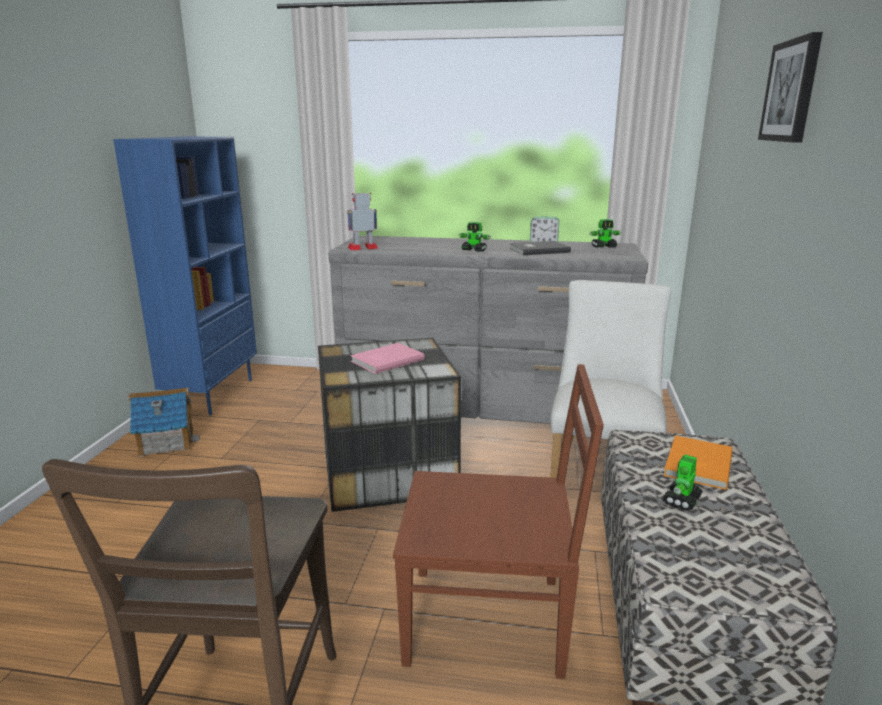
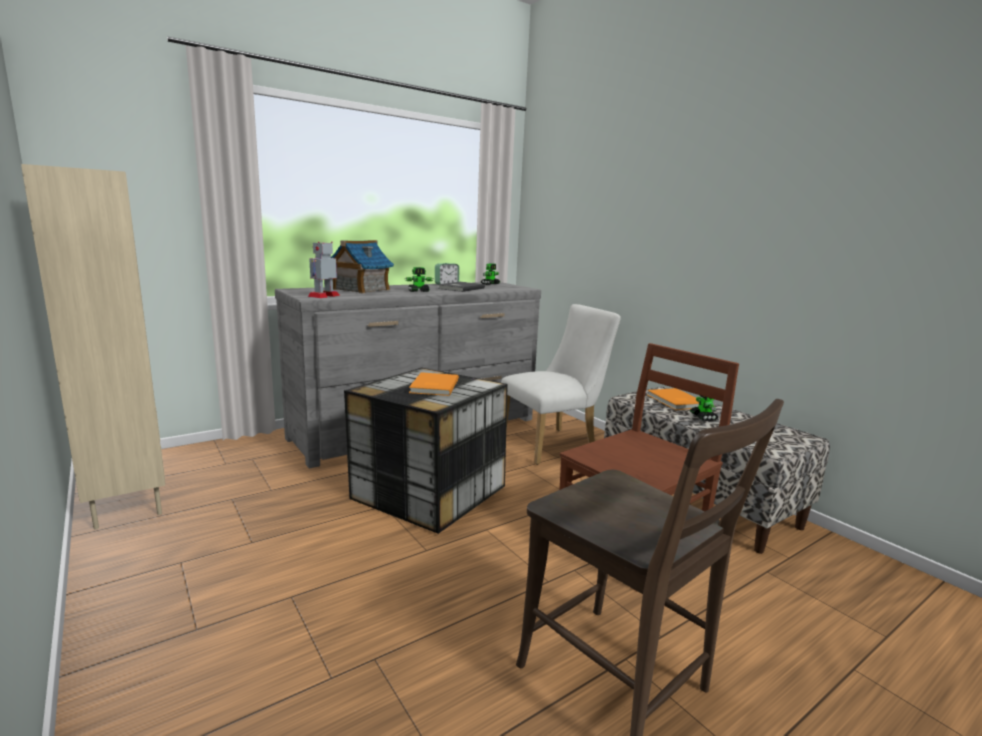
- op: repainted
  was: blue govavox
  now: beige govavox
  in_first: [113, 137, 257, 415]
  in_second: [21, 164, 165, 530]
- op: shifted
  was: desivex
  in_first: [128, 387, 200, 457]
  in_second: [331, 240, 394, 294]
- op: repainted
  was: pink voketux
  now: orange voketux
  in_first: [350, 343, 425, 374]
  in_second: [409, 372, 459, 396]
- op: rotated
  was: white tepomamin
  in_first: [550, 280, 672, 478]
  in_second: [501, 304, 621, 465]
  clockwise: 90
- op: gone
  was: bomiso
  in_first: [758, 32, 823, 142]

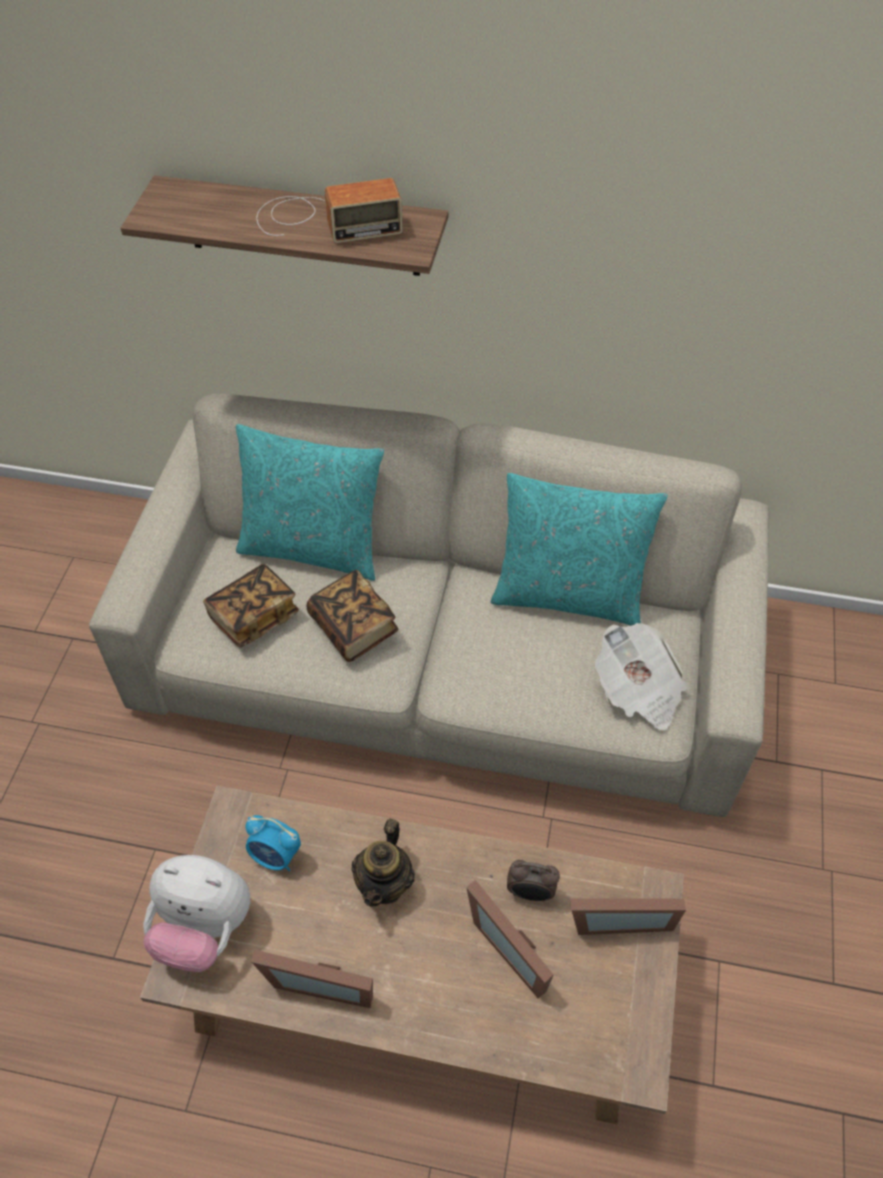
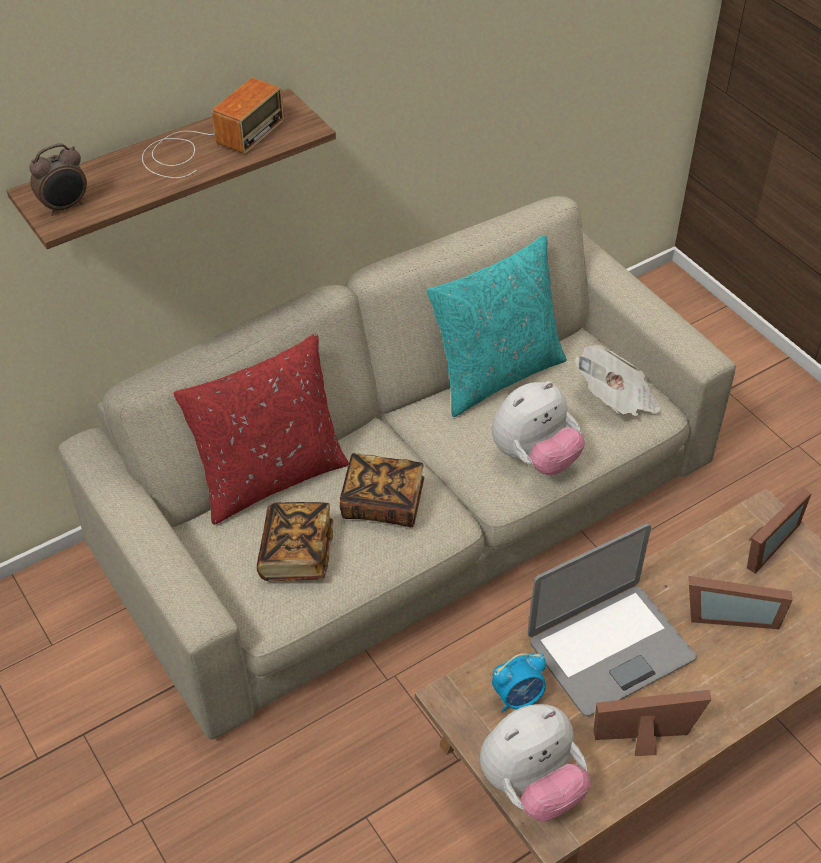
- op: repainted
  was: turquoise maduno
  now: red maduno
  in_first: [236, 424, 384, 581]
  in_second: [174, 333, 349, 525]
- op: rotated
  was: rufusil
  in_first: [251, 950, 373, 1008]
  in_second: [594, 689, 712, 756]
  clockwise: -150
- op: swapped
  was: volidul
  now: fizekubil
  in_first: [352, 819, 415, 907]
  in_second: [528, 524, 697, 716]
- op: shifted
  was: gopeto
  in_first: [507, 860, 560, 902]
  in_second: [29, 143, 87, 216]
- op: new
  now: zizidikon
  in_second: [492, 381, 585, 475]

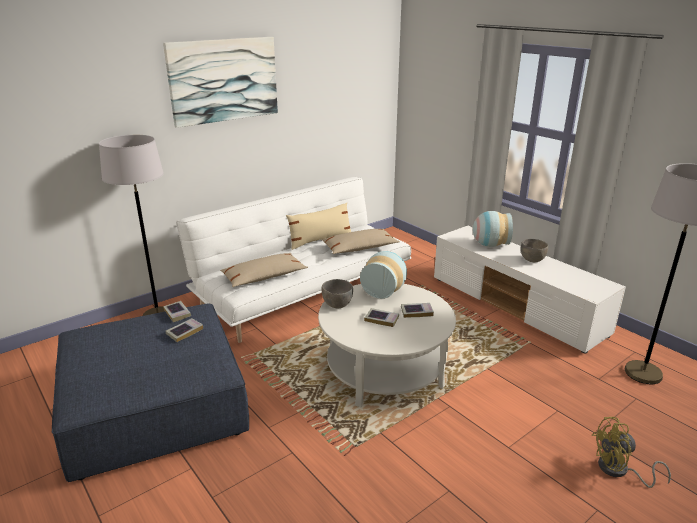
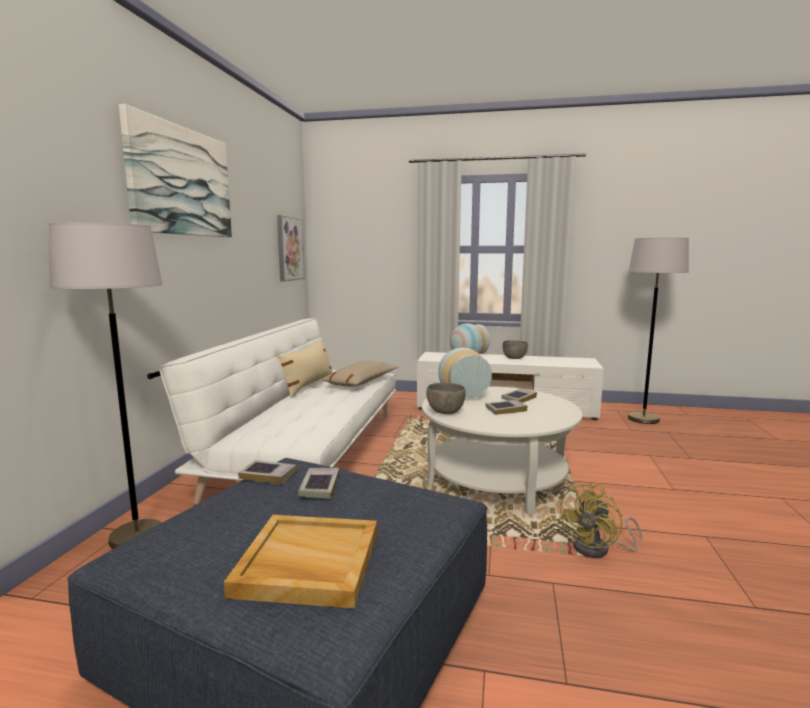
- op: gone
  was: beige maduno
  in_first: [220, 253, 308, 287]
- op: shifted
  was: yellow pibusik
  in_first: [592, 417, 671, 488]
  in_second: [558, 484, 642, 558]
- op: new
  now: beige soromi
  in_second: [224, 515, 377, 609]
- op: new
  now: bomiso
  in_second: [277, 215, 305, 281]

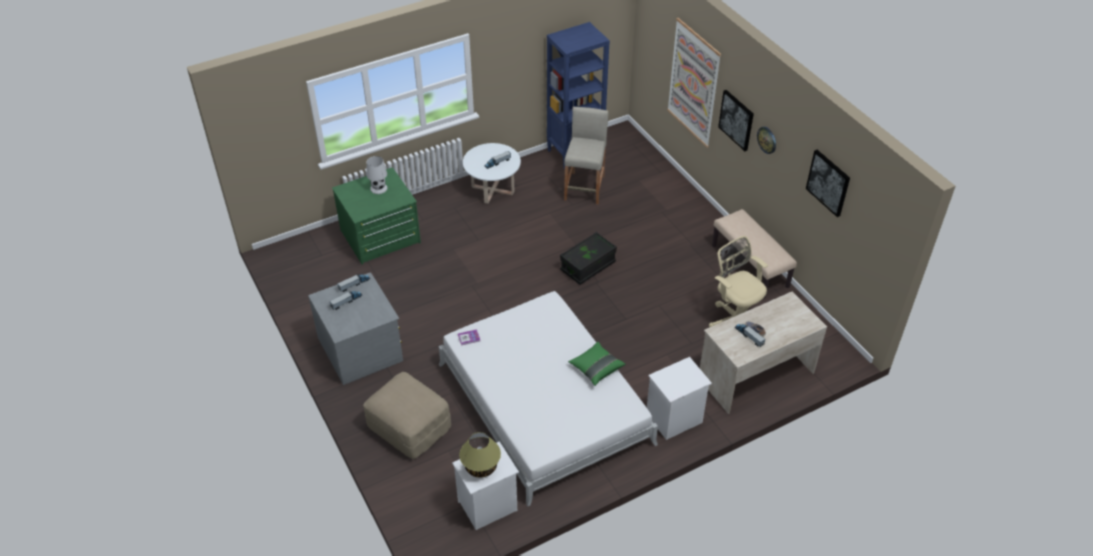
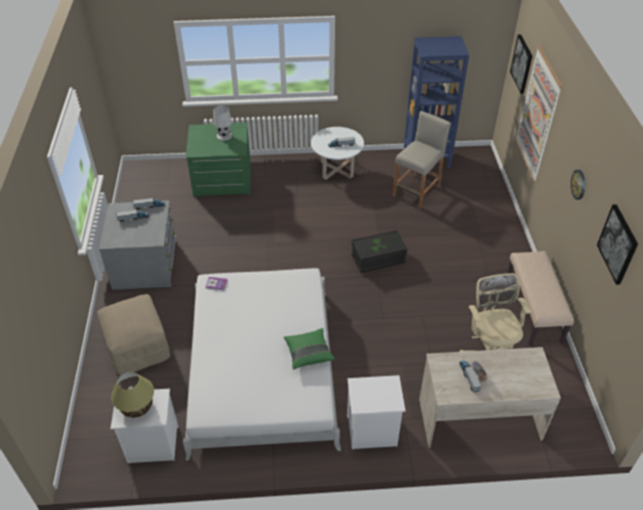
- op: shifted
  was: bomiso
  in_first: [718, 90, 754, 151]
  in_second: [510, 34, 532, 94]

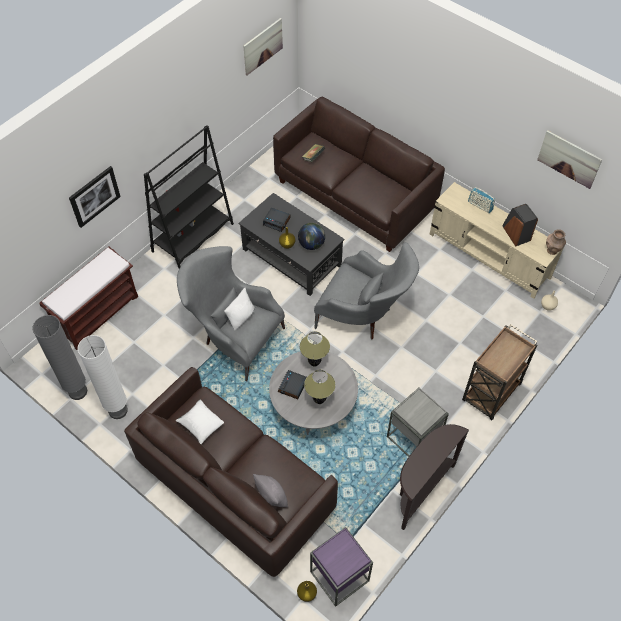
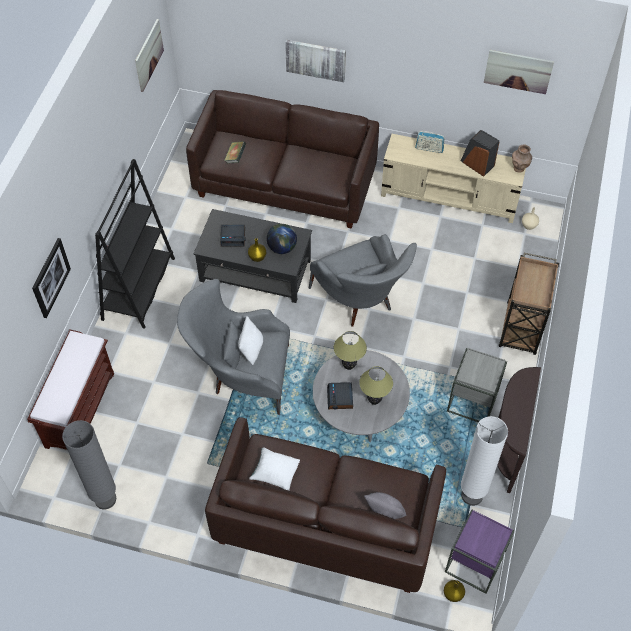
- op: shifted
  was: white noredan
  in_first: [78, 335, 128, 419]
  in_second: [461, 416, 508, 506]
- op: rotated
  was: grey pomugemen
  in_first: [314, 242, 419, 340]
  in_second: [309, 234, 417, 327]
  clockwise: 60
- op: new
  now: bomiso
  in_second: [285, 40, 346, 82]

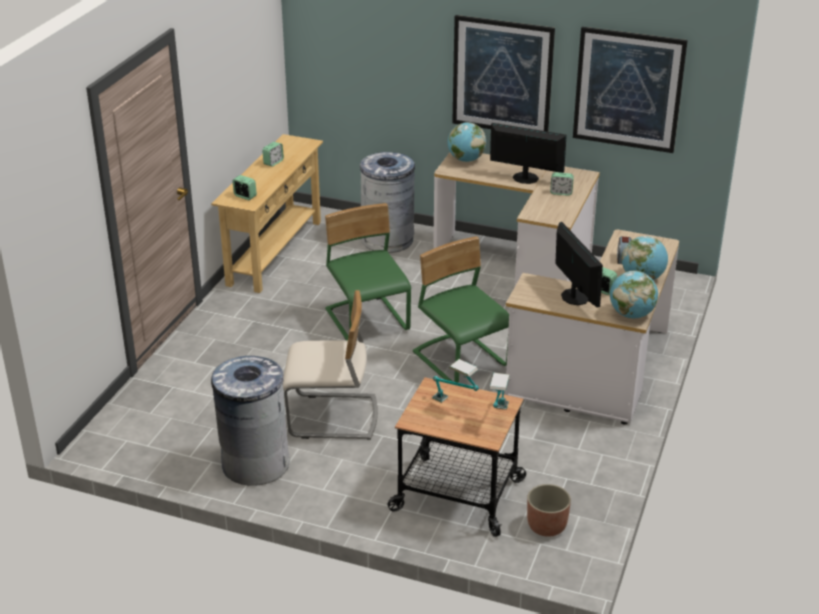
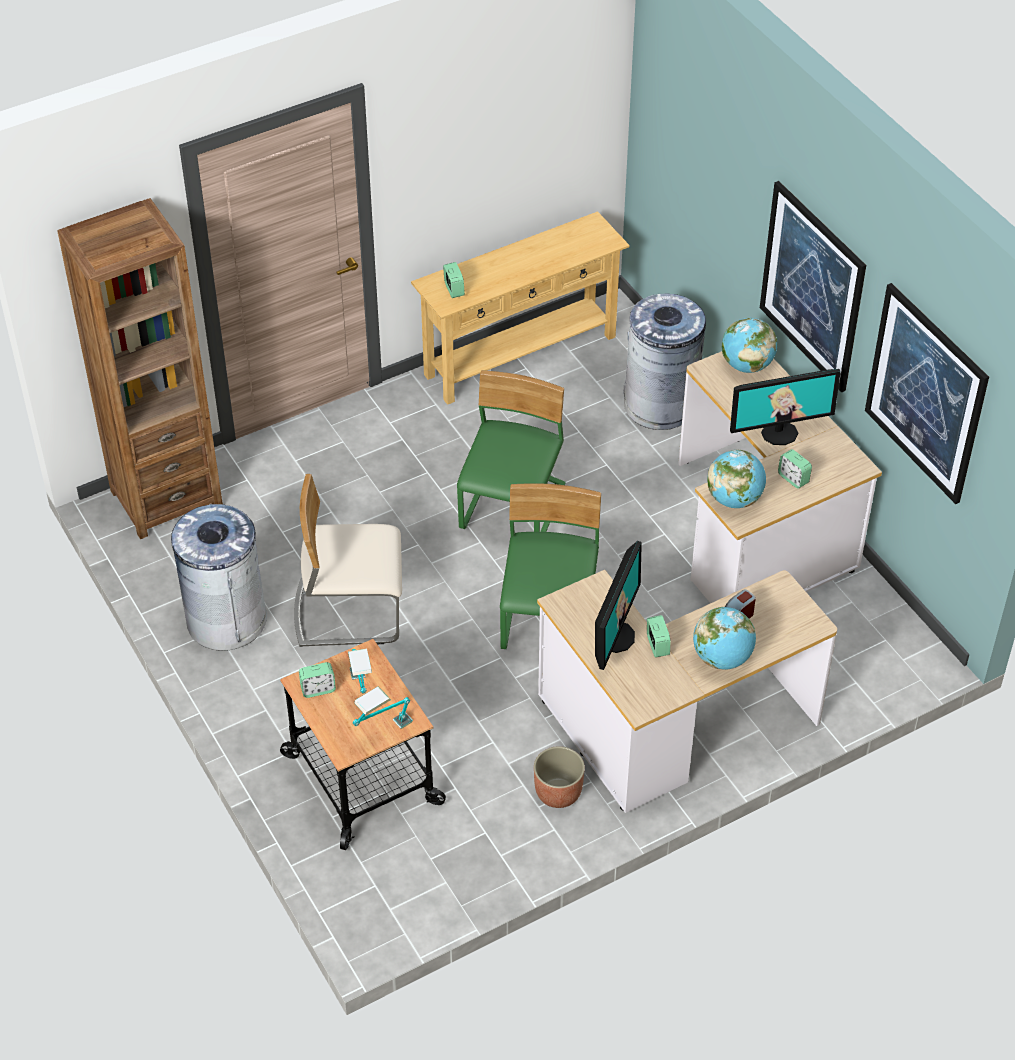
- op: shifted
  was: gopeto
  in_first: [262, 142, 284, 166]
  in_second: [299, 662, 336, 698]
- op: rotated
  was: beige tepomamin
  in_first: [283, 290, 378, 440]
  in_second: [294, 474, 402, 647]
  clockwise: 135
- op: rotated
  was: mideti
  in_first: [490, 123, 567, 184]
  in_second: [730, 369, 841, 445]
  clockwise: 105
- op: shifted
  was: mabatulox
  in_first: [527, 484, 571, 537]
  in_second: [534, 746, 585, 808]
- op: shifted
  was: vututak
  in_first: [610, 271, 658, 318]
  in_second: [707, 450, 766, 508]
- op: new
  now: brown govavox
  in_second: [57, 198, 223, 539]

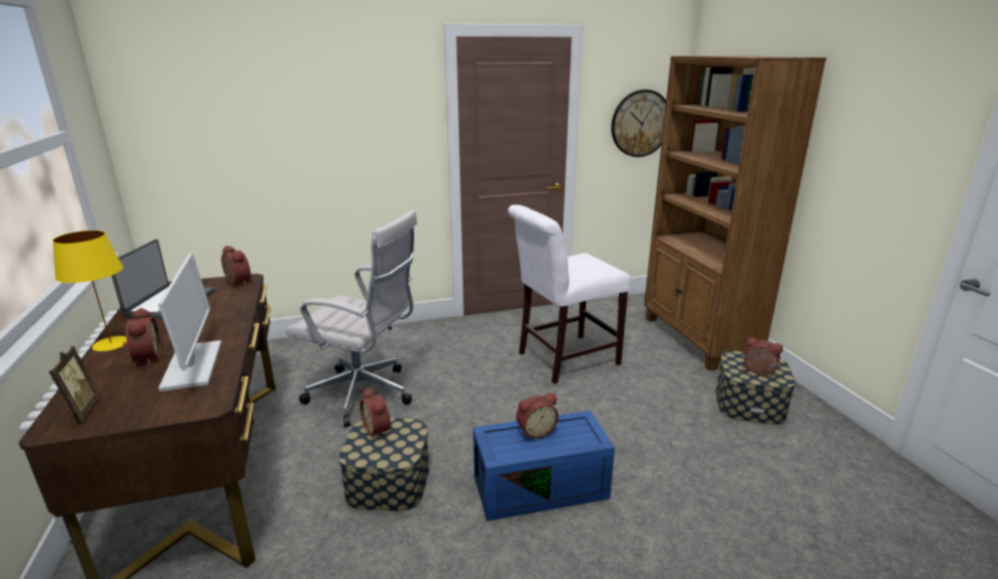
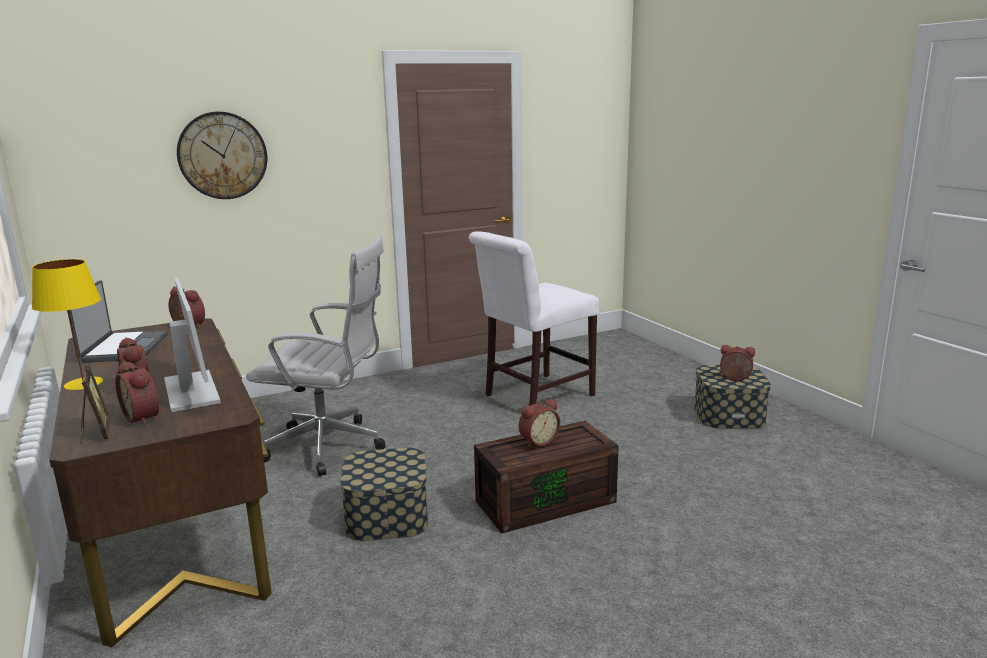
- op: shifted
  was: gopeto
  in_first: [360, 388, 391, 439]
  in_second: [115, 361, 159, 425]
- op: repainted
  was: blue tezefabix
  now: brown tezefabix
  in_first: [473, 411, 615, 521]
  in_second: [474, 421, 619, 534]
- op: shifted
  was: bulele
  in_first: [611, 89, 666, 157]
  in_second: [177, 112, 267, 199]
- op: gone
  was: brown govavox
  in_first: [644, 56, 826, 371]

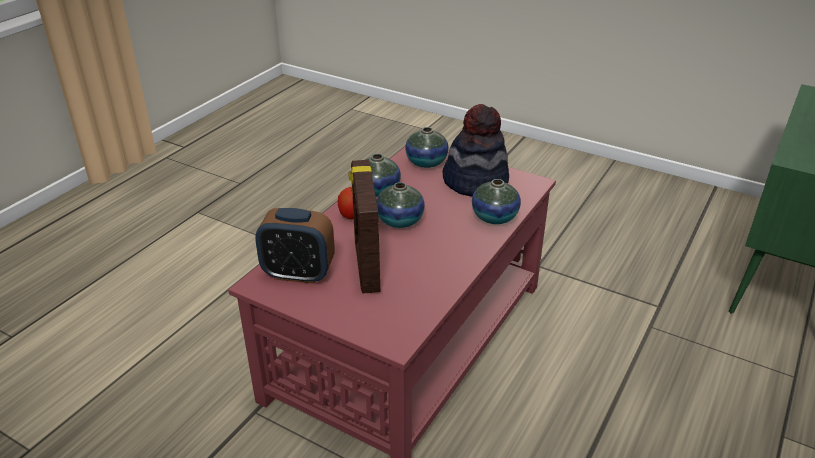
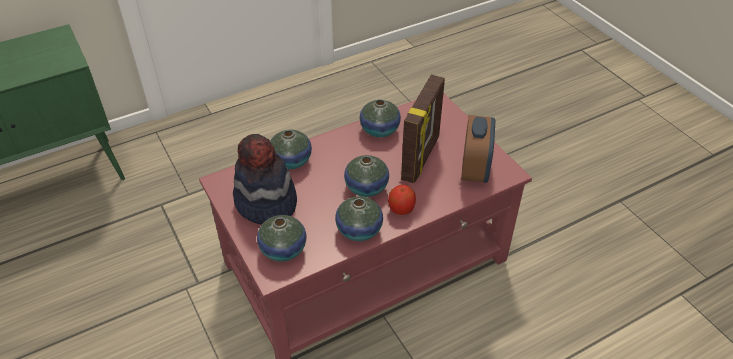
- op: rotated
  was: gopeto
  in_first: [255, 208, 335, 284]
  in_second: [461, 115, 495, 183]
  clockwise: 60
- op: new
  now: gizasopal
  in_second: [360, 99, 401, 137]

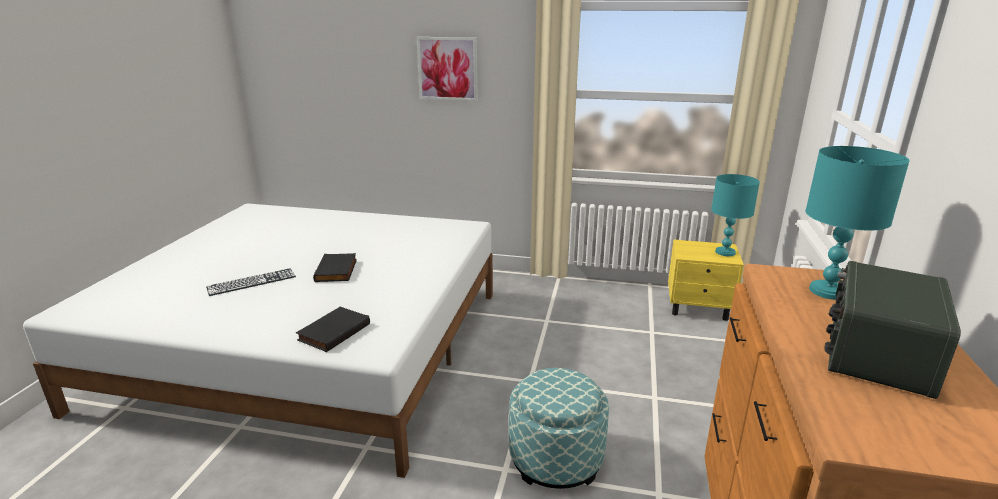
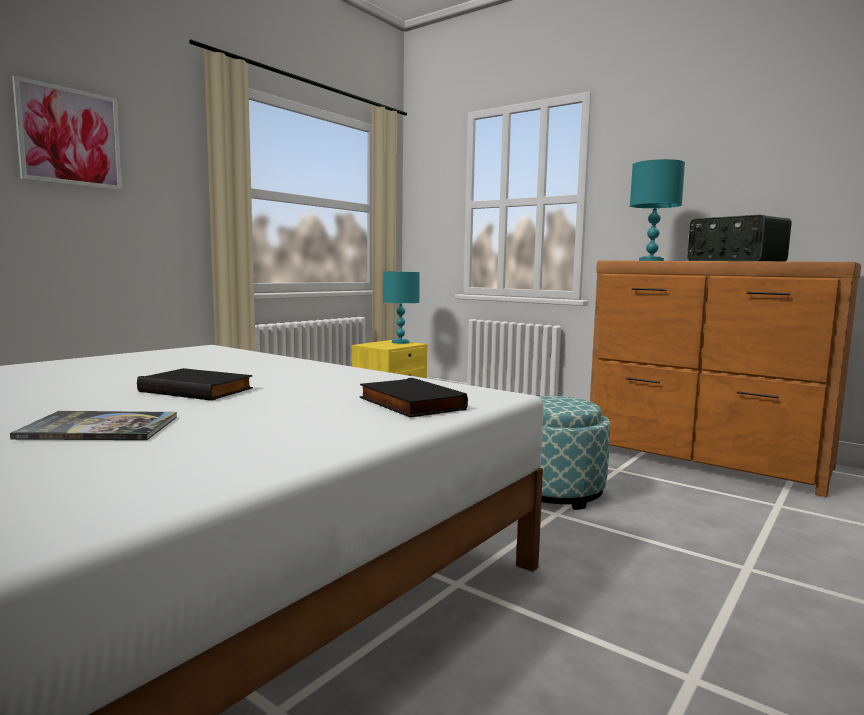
- op: swapped
  was: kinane
  now: voketux
  in_first: [206, 268, 296, 296]
  in_second: [10, 411, 177, 440]

